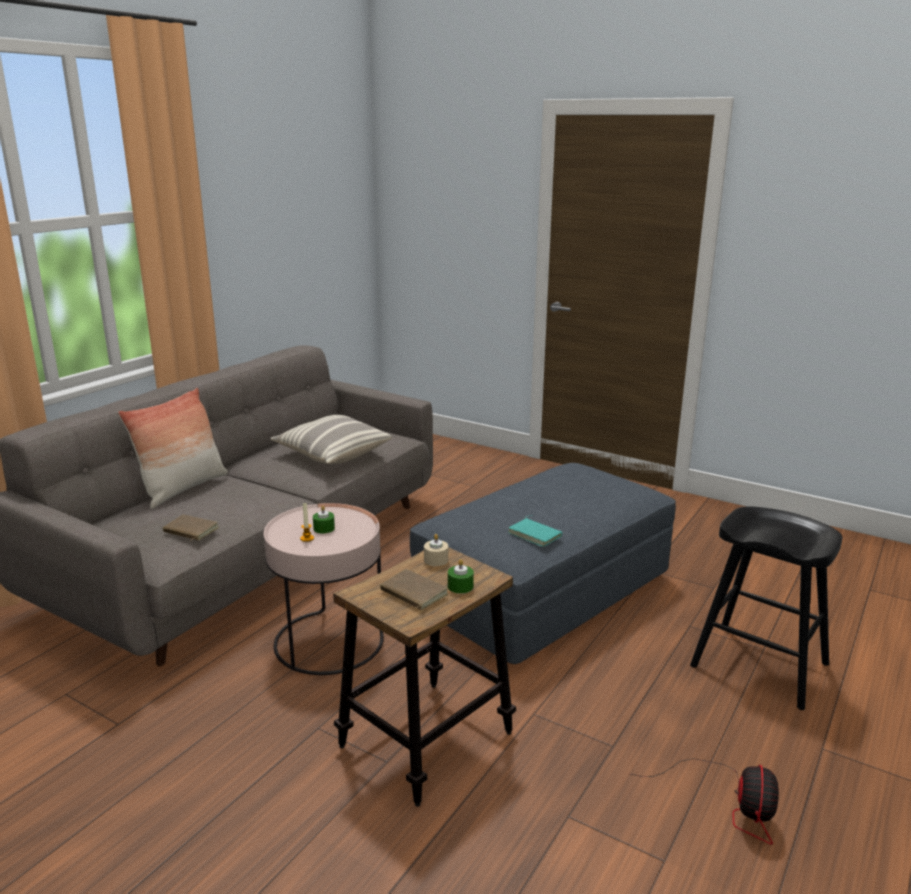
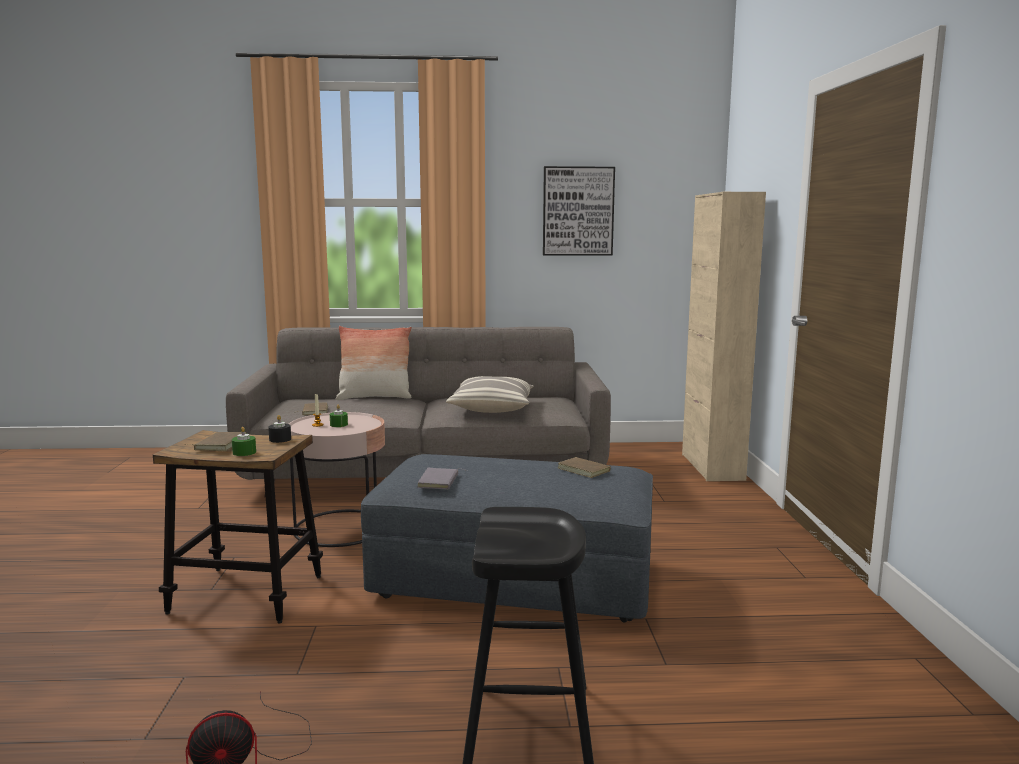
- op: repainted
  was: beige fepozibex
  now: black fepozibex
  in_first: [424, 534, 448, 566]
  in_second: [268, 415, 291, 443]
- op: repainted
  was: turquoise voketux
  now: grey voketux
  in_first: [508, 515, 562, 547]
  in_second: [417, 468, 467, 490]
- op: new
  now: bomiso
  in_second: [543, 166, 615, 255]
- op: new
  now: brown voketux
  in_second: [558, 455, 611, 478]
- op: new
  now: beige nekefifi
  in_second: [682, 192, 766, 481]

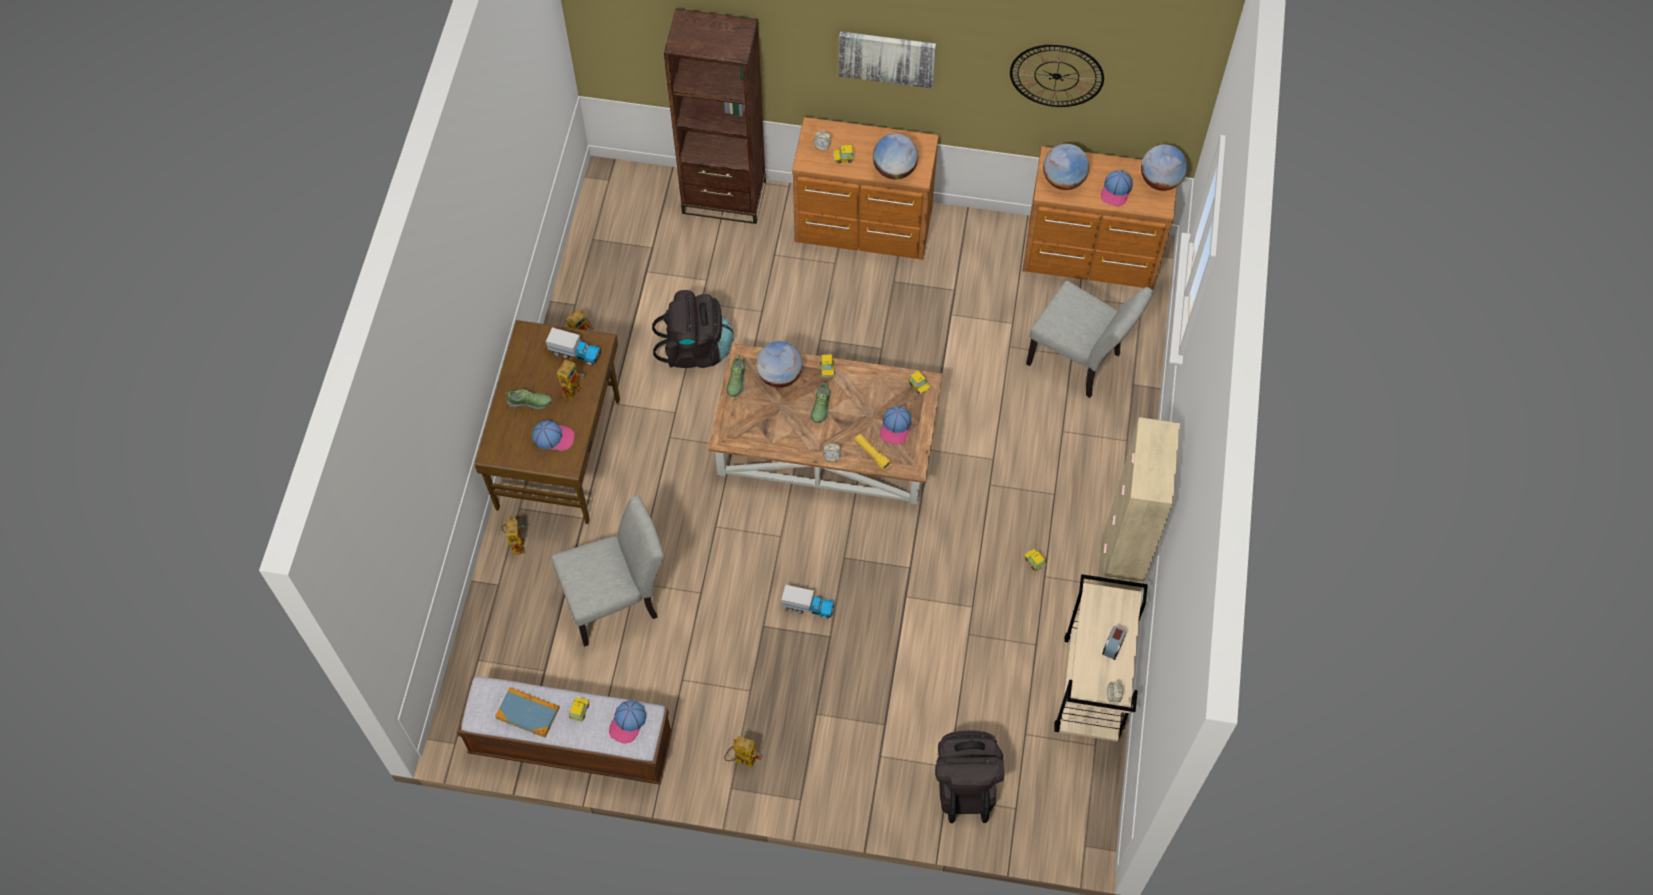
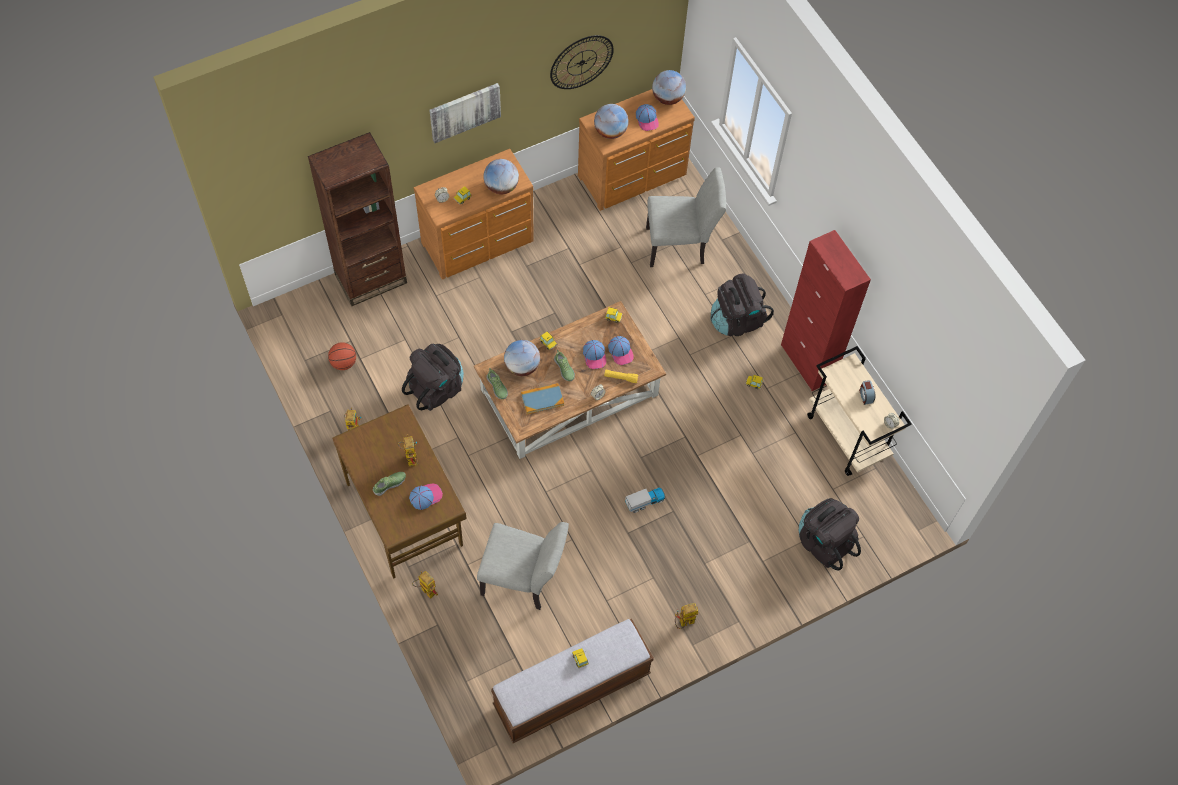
- op: shifted
  was: voketux
  in_first: [495, 687, 560, 738]
  in_second: [521, 383, 564, 414]
- op: gone
  was: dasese
  in_first: [546, 328, 601, 365]
- op: rotated
  was: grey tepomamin
  in_first: [551, 495, 664, 647]
  in_second: [477, 522, 569, 610]
  clockwise: 75
- op: shifted
  was: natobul
  in_first: [609, 700, 646, 744]
  in_second: [583, 340, 606, 369]
- op: repainted
  was: beige nekefifi
  now: red nekefifi
  in_first: [1097, 417, 1180, 591]
  in_second: [781, 230, 871, 391]
- op: new
  now: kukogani
  in_second: [328, 342, 356, 370]
- op: new
  now: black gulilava
  in_second: [710, 273, 774, 336]

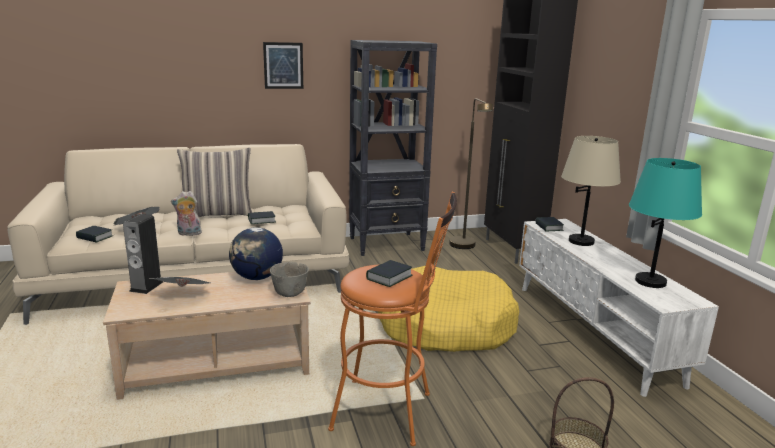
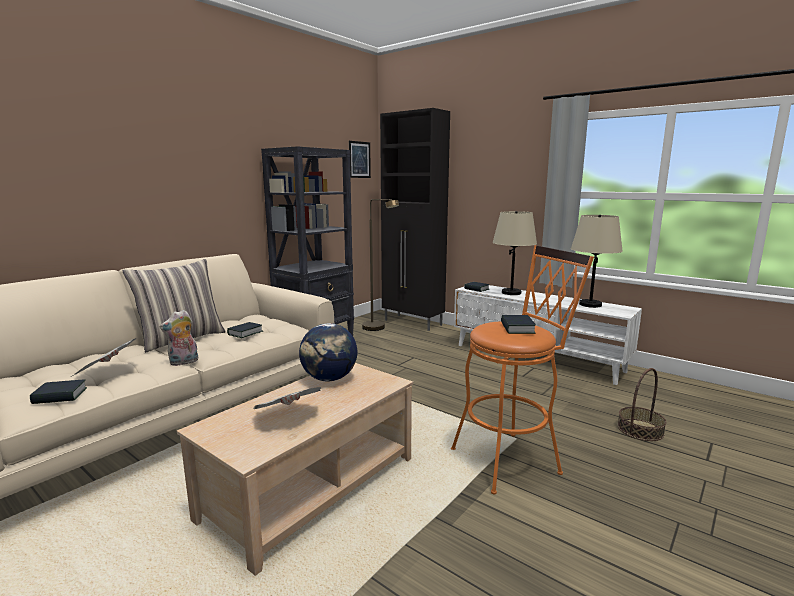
- op: gone
  was: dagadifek
  in_first: [123, 214, 163, 294]
- op: shifted
  was: bomiso
  in_first: [263, 42, 303, 89]
  in_second: [349, 141, 371, 178]
- op: gone
  was: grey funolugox
  in_first: [270, 262, 309, 297]
- op: gone
  was: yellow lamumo
  in_first: [378, 266, 520, 352]
- op: repainted
  was: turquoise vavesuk
  now: beige vavesuk
  in_first: [629, 158, 702, 288]
  in_second: [571, 215, 623, 308]

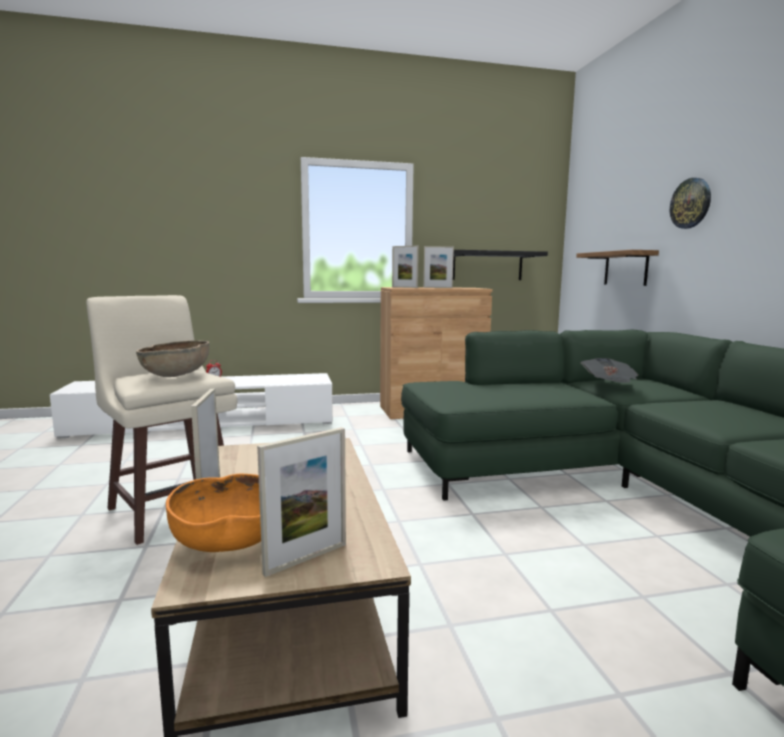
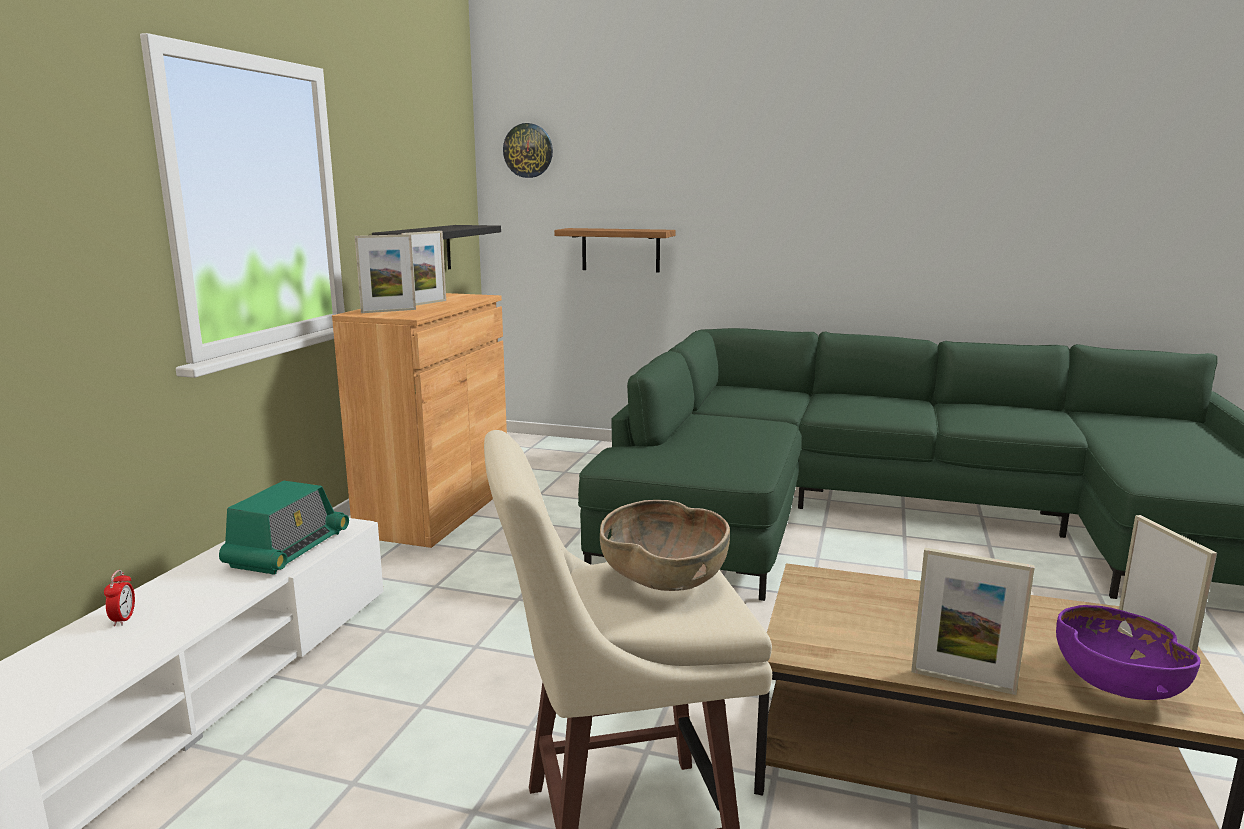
- op: repainted
  was: orange funolugox
  now: purple funolugox
  in_first: [166, 474, 261, 552]
  in_second: [1056, 605, 1201, 700]
- op: gone
  was: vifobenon
  in_first: [580, 358, 639, 383]
- op: shifted
  was: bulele
  in_first: [670, 178, 711, 229]
  in_second: [503, 123, 553, 178]
- op: new
  now: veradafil
  in_second: [219, 481, 349, 575]

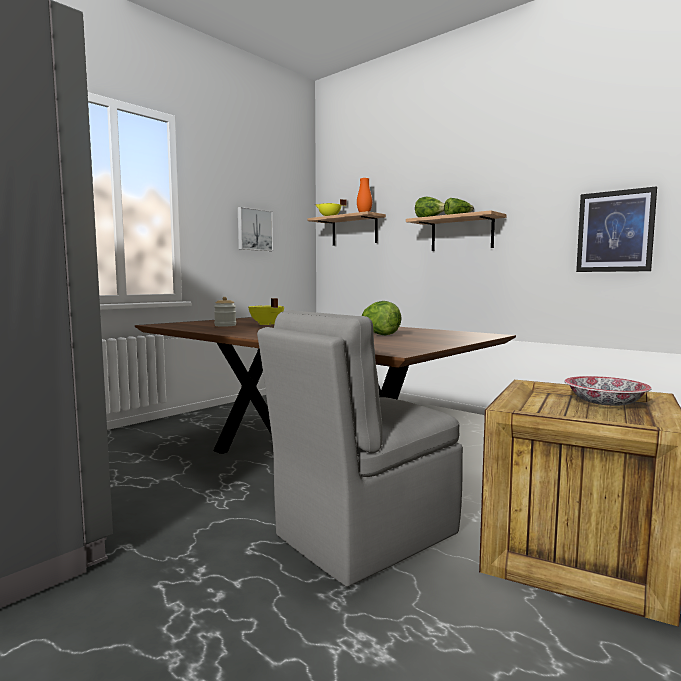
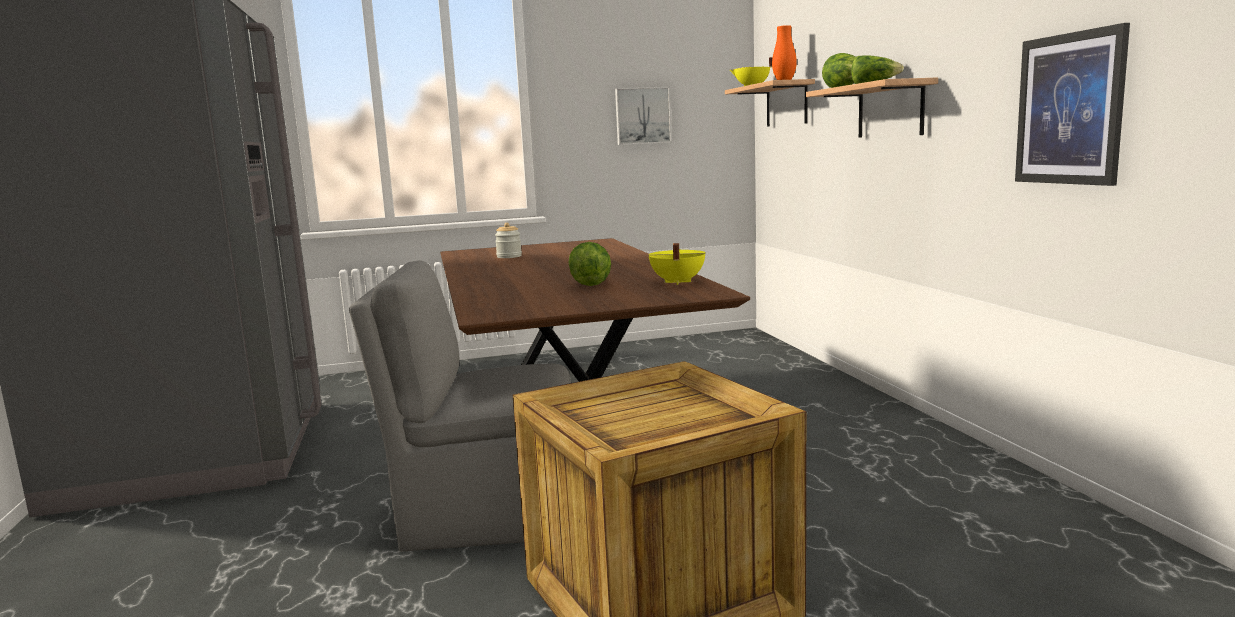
- op: shifted
  was: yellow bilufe
  in_first: [248, 298, 284, 325]
  in_second: [648, 243, 706, 285]
- op: gone
  was: funolugox
  in_first: [565, 376, 652, 406]

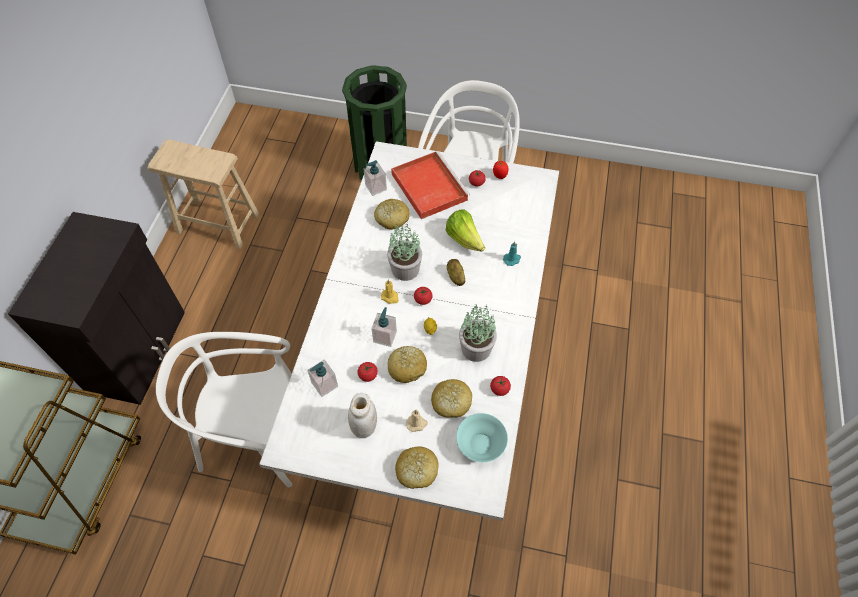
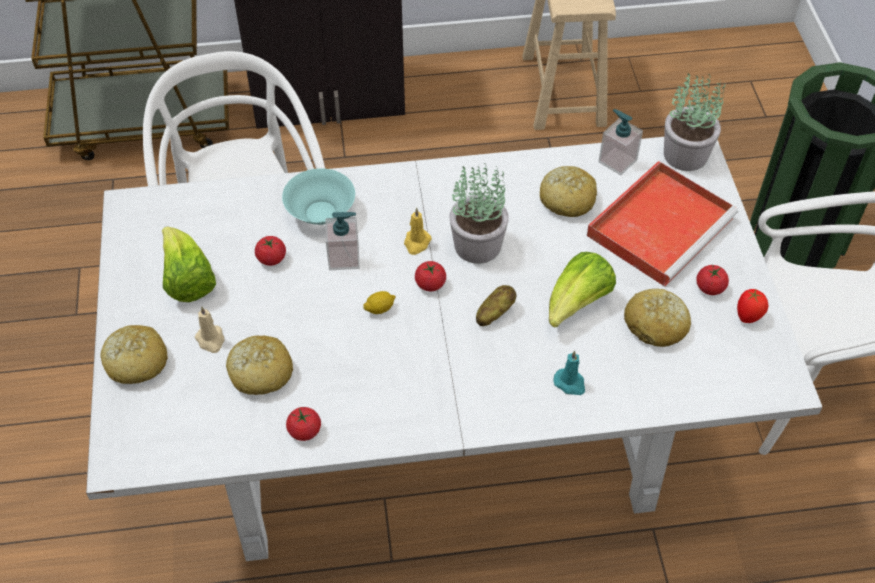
- op: gone
  was: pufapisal
  in_first: [307, 360, 338, 397]
- op: swapped
  was: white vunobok
  now: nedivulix
  in_first: [348, 393, 377, 438]
  in_second: [162, 226, 216, 302]
- op: shifted
  was: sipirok
  in_first: [388, 346, 427, 383]
  in_second: [624, 289, 691, 347]
- op: shifted
  was: turquoise funolugox
  in_first: [456, 413, 508, 462]
  in_second: [282, 168, 355, 225]
- op: shifted
  was: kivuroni
  in_first: [459, 305, 497, 362]
  in_second: [664, 73, 725, 171]

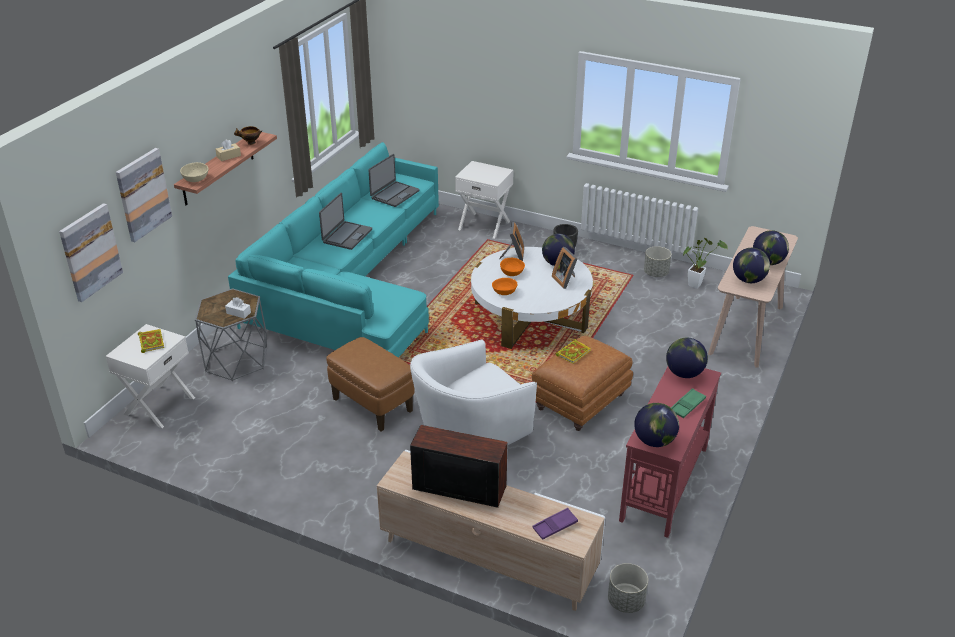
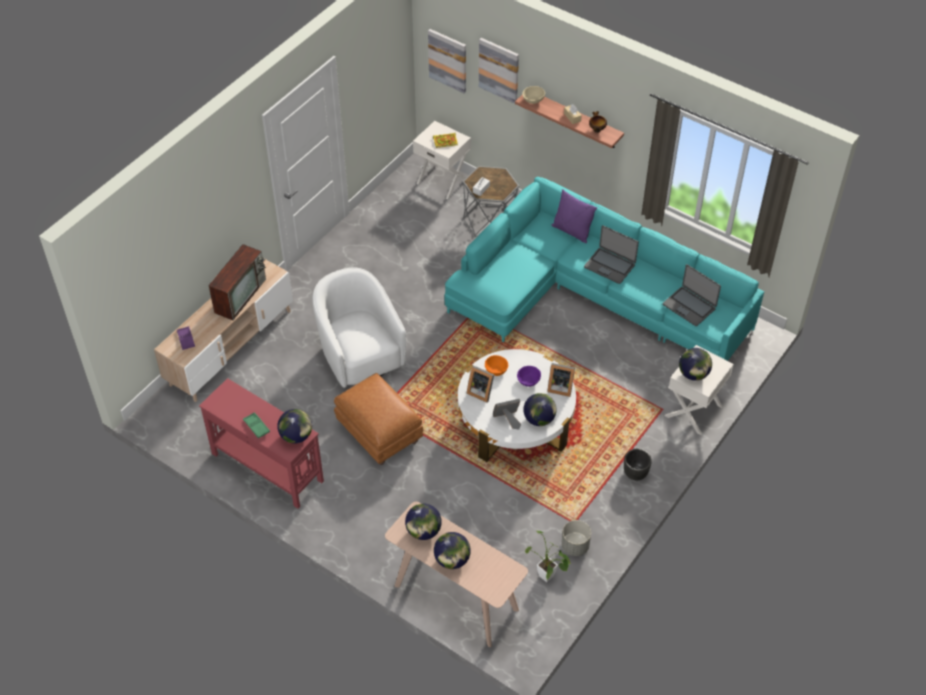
- op: gone
  was: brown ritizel
  in_first: [326, 337, 415, 431]
- op: repainted
  was: orange funolugox
  now: purple funolugox
  in_first: [500, 258, 525, 276]
  in_second: [517, 366, 541, 387]
- op: gone
  was: voketux
  in_first: [555, 339, 591, 364]
- op: gone
  was: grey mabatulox
  in_first: [608, 563, 648, 613]
- op: shifted
  was: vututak
  in_first: [634, 403, 679, 447]
  in_second: [679, 348, 712, 381]
- op: new
  now: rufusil
  in_second: [467, 365, 494, 403]
- op: new
  now: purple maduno
  in_second: [551, 189, 597, 243]

